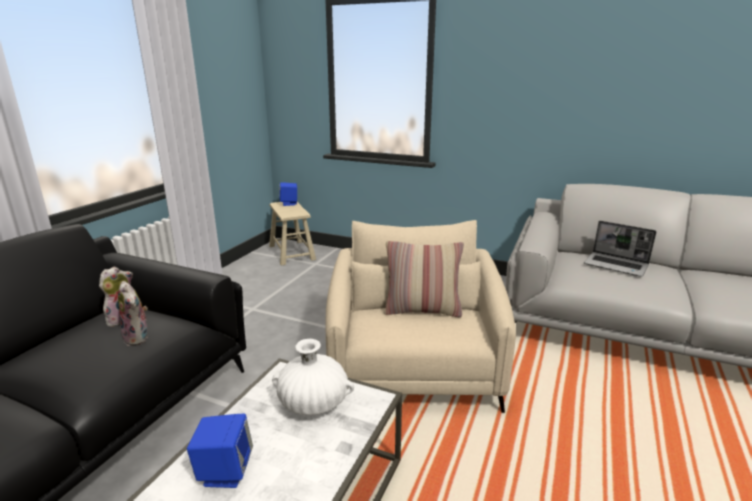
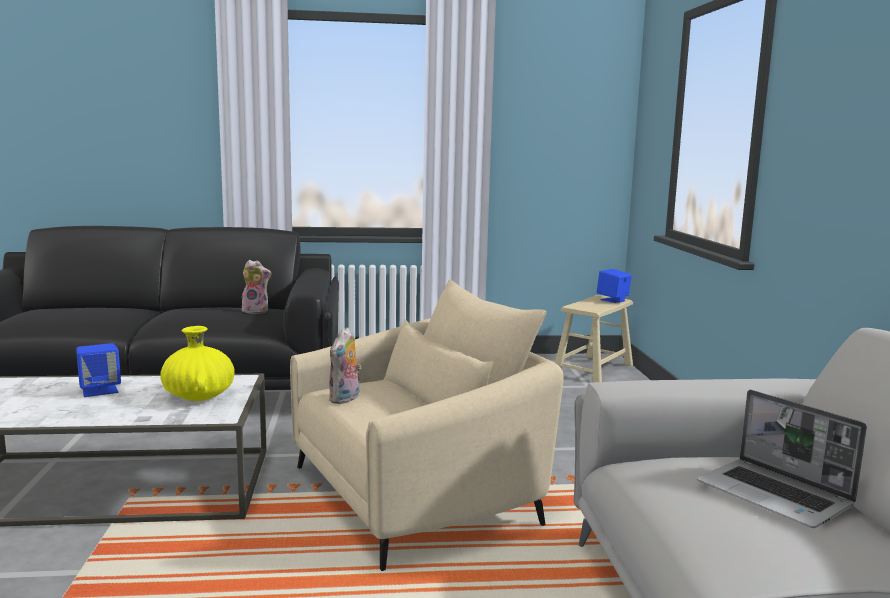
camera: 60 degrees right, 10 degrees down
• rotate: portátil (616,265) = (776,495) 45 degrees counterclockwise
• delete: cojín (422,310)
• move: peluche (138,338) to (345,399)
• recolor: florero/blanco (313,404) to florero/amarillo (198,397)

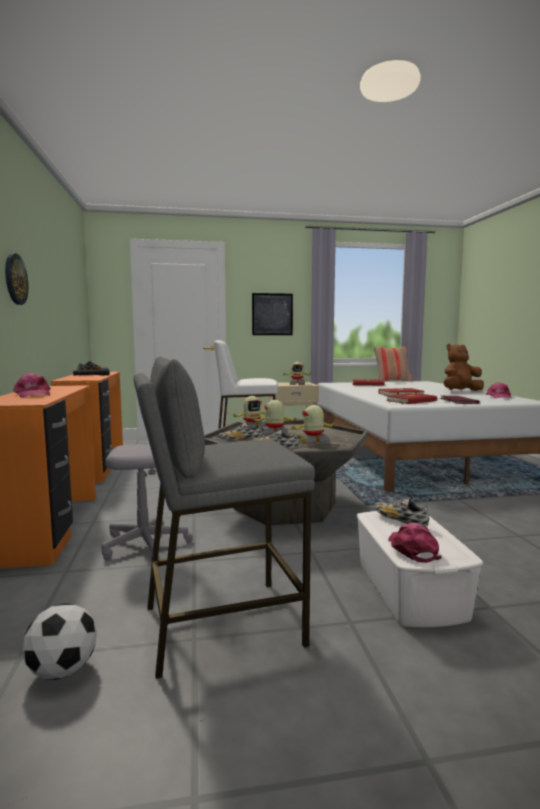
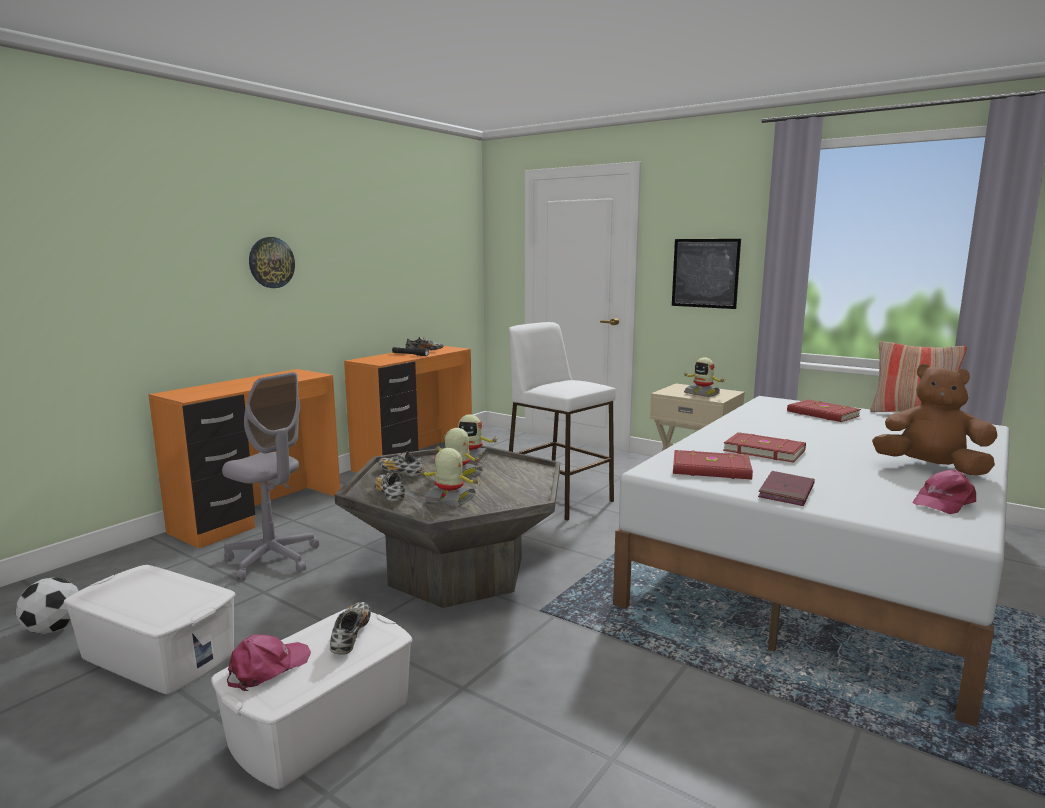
camera: 45 degrees right, 5 degrees up
• replace: taburete/gris (221,624) to caja de almacenaje/blanco (159,654)
• delete: gorra/rosa (32,394)

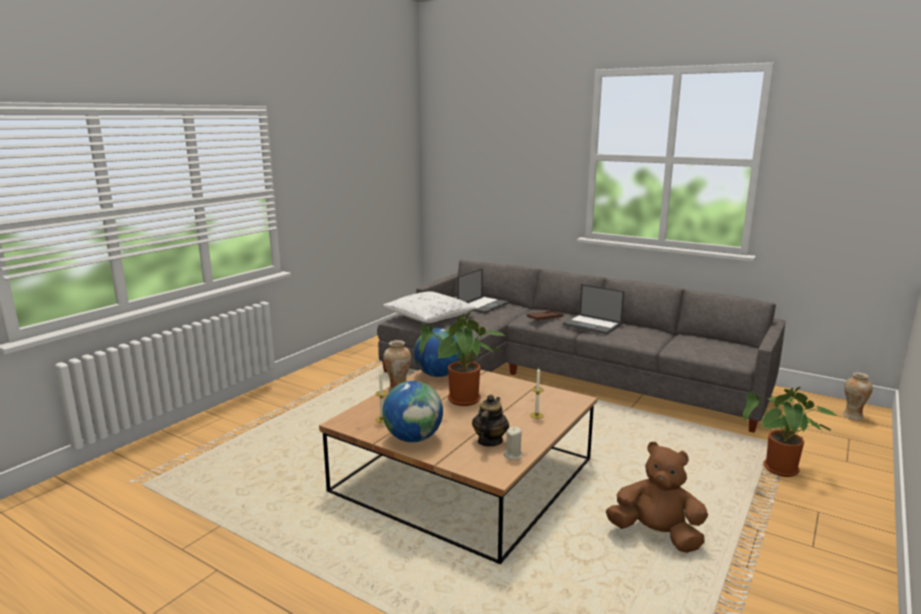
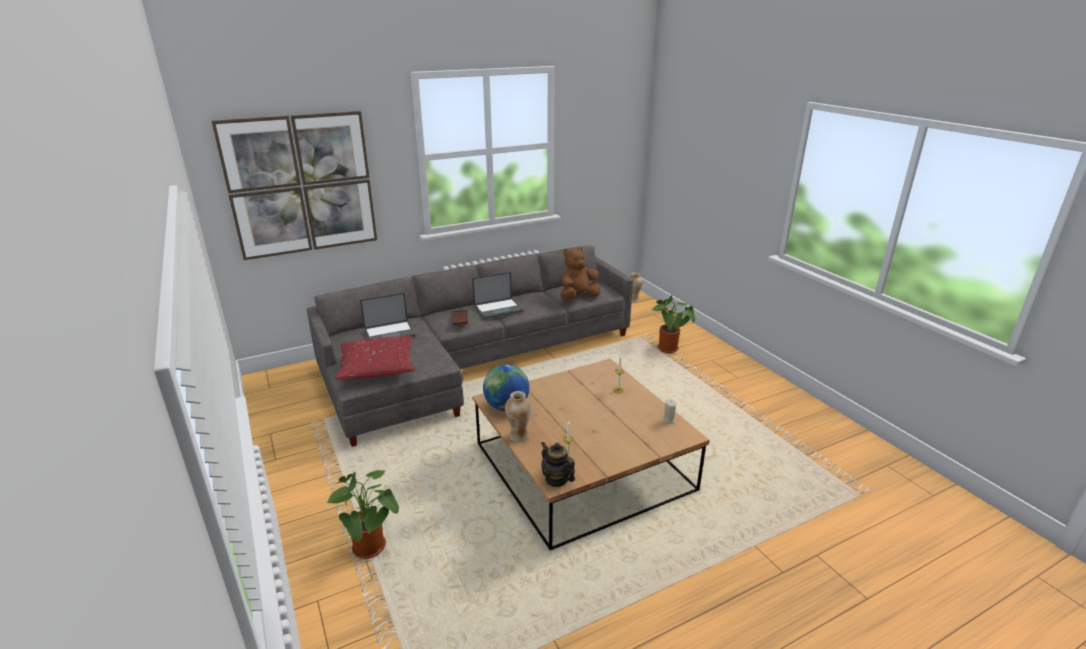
camera: 60 degrees left, 10 degrees up
• rotate: portátil (483,305) = (390,332) 90 degrees clockwise
• recolor: cojín/blanco (429,316) to cojín/rojo (377,366)
• move: planta en maceta (464,401) to (372,549)
• delete: globo terráqueo (413,438)
• move: tetera (489,441) to (556,479)
• move: peluche/marrón (656,535) to (578,297)
• insert: cuadro (301,185)

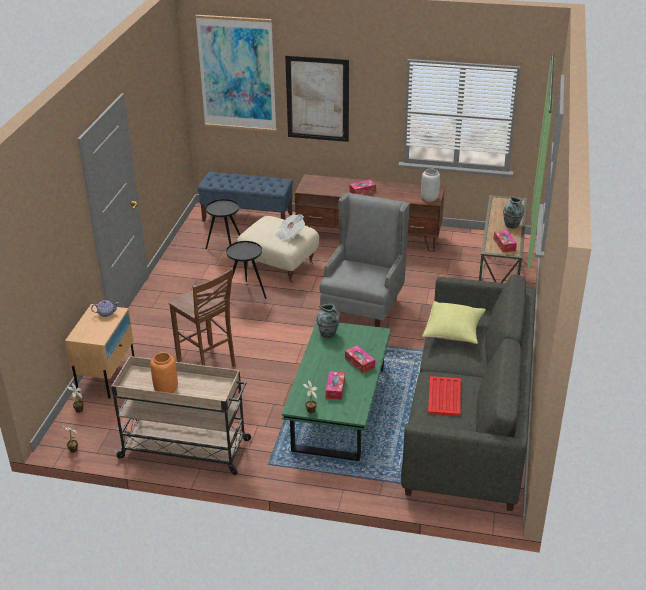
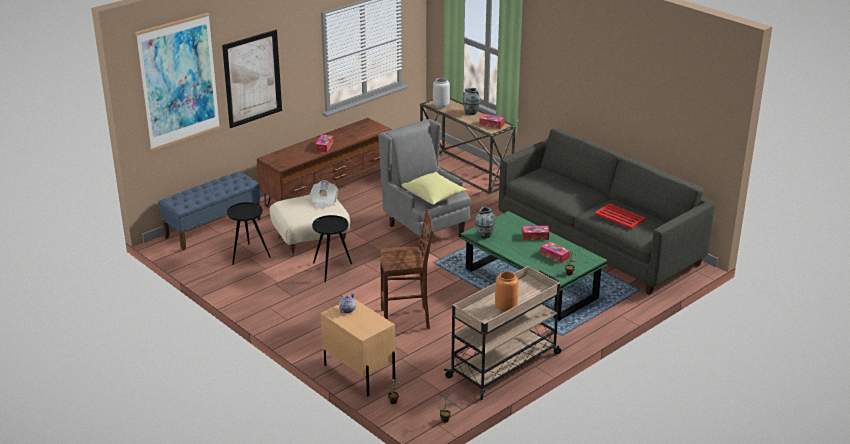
camera: 55 degrees left, 5 degrees down
• move: florero/gris (430,198) to (441,105)
• move: cojín/amarillo (453,332) to (434,197)

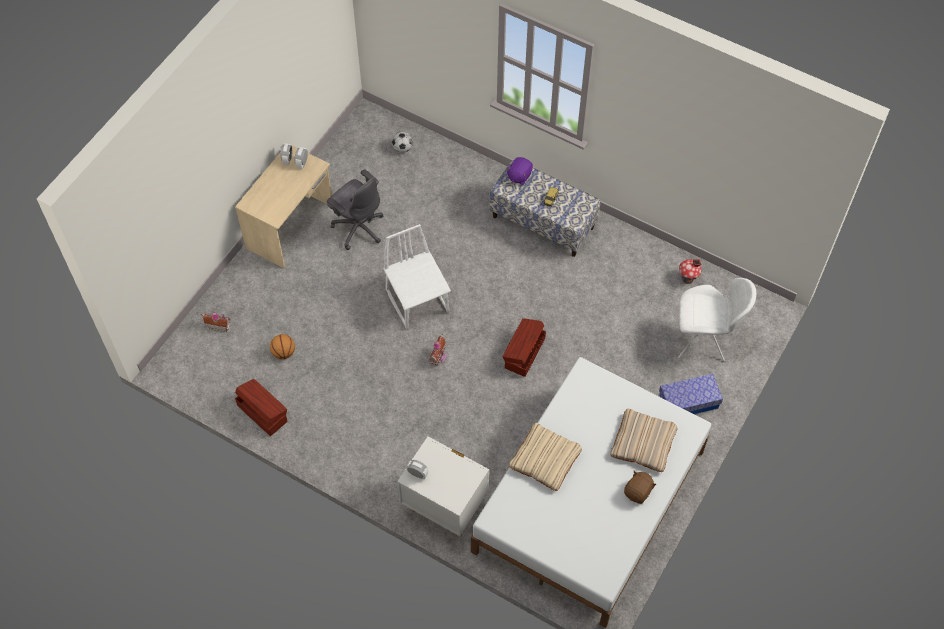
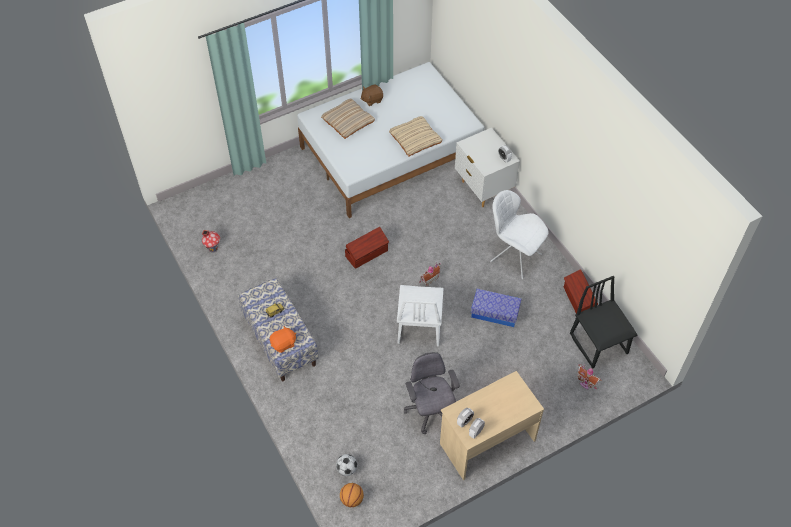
camera: 150 degrees left, 5 degrees down
• recolor: peluche/morado (519,176) to peluche/naranja (284,344)
• move: silla/blanco (704,340) to (514,257)
• move: balón de baloncesto (283,352) to (352,499)
• move: caja de almacenaje (688,401) to (494,312)
• insert: silla/negro (599,343)

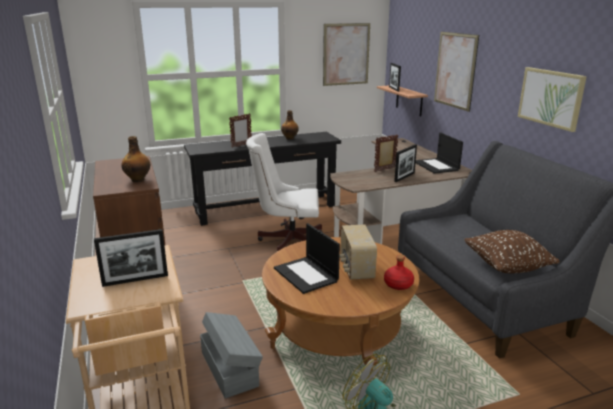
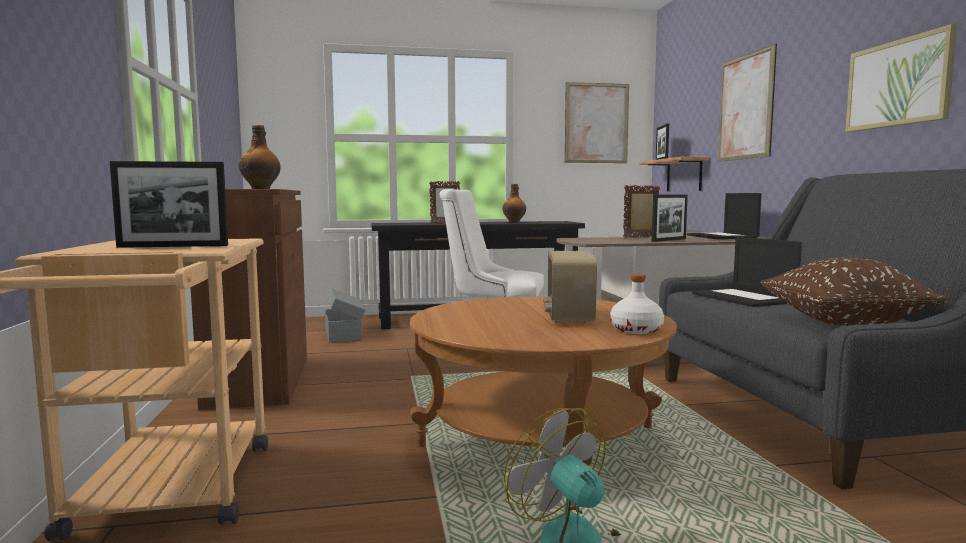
camera: 10 degrees right, 15 degrees down
• move: portátil (306,275) to (744,298)
• recolor: botella/rojo (398,285) to botella/blanco (636,330)
• move: caja de almacenaje/gris (230,368) to (344,334)

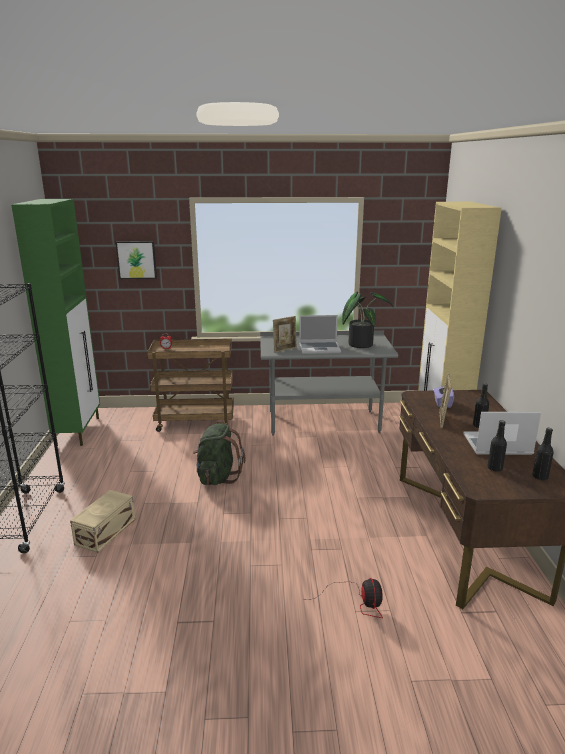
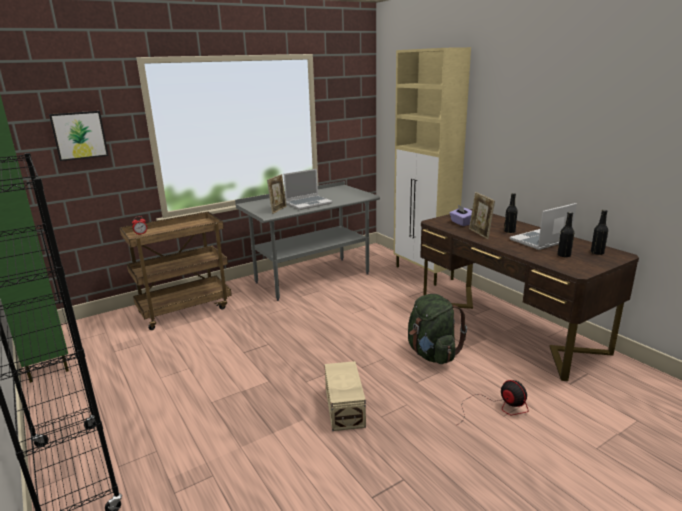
camera: 30 degrees left, 0 degrees up
• delete: planta en maceta (361,343)
• move: mochila/verde (217,477) to (432,354)
• move: caja de almacenaje/beis (104,532) to (343,408)

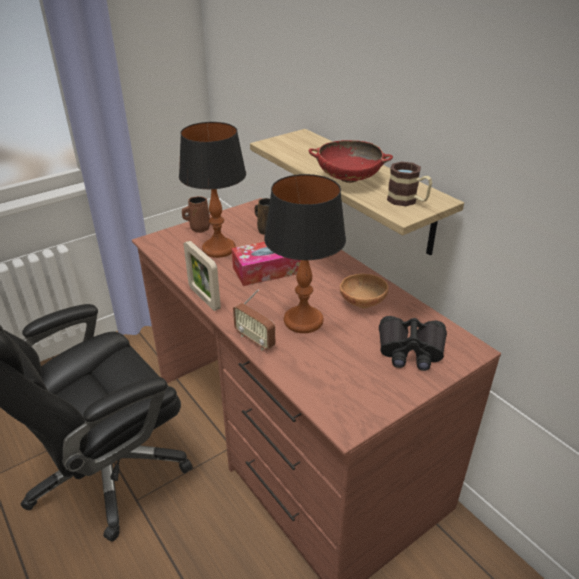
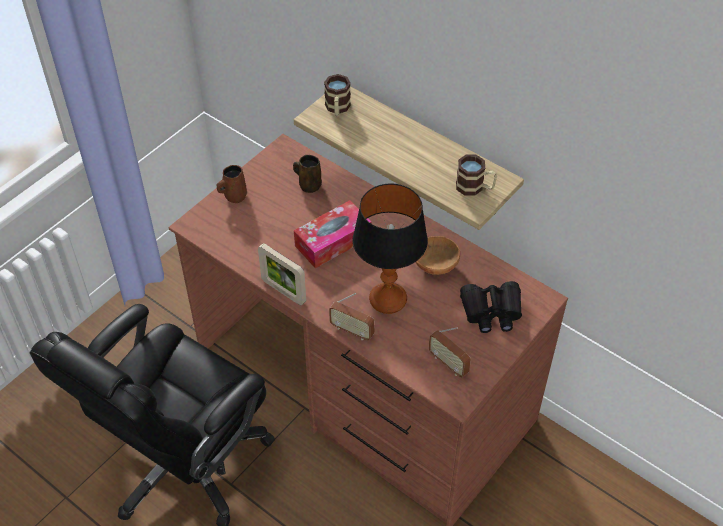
camera: 15 degrees left, 15 degrees up
• delete: lámpara de mesa (219,249)
• delete: cuenco/rojo (348,179)
• insert: taza grande (337,109)
• insert: radio (448,363)

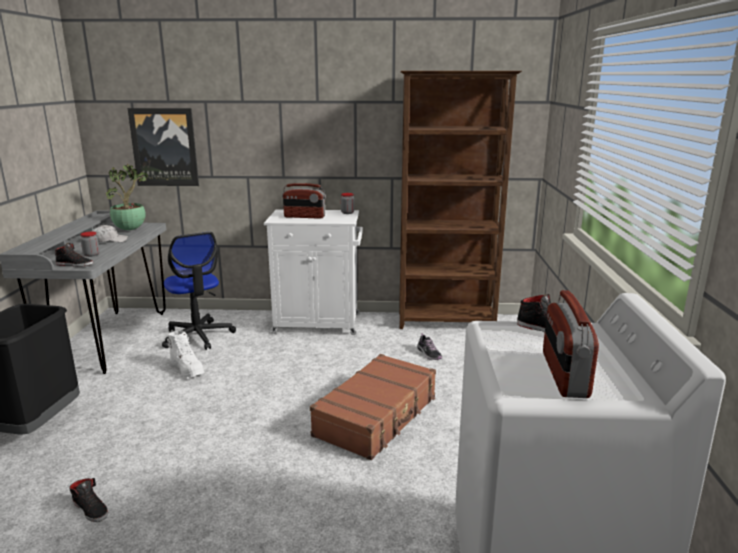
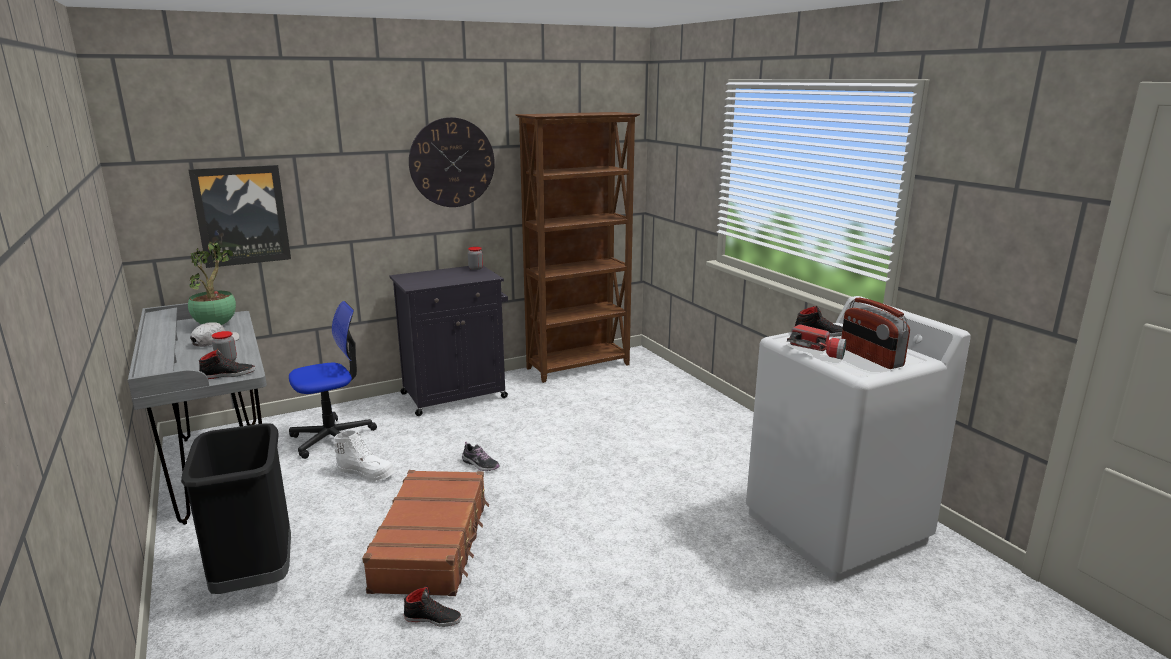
camera: 30 degrees left, 0 degrees up
• delete: radio (304,217)
• recolor: armario/blanco (319,323) to armario/negro (456,395)
• rotate: silla de oficina (198,336) = (333,439) 60 degrees counterclockwise
• move: zapato (429,354) to (480,464)
• move: maleta/marrón (377,416) to (433,544)
• insert: reloj de pared (452,162)
• insert: linterna (817,351)

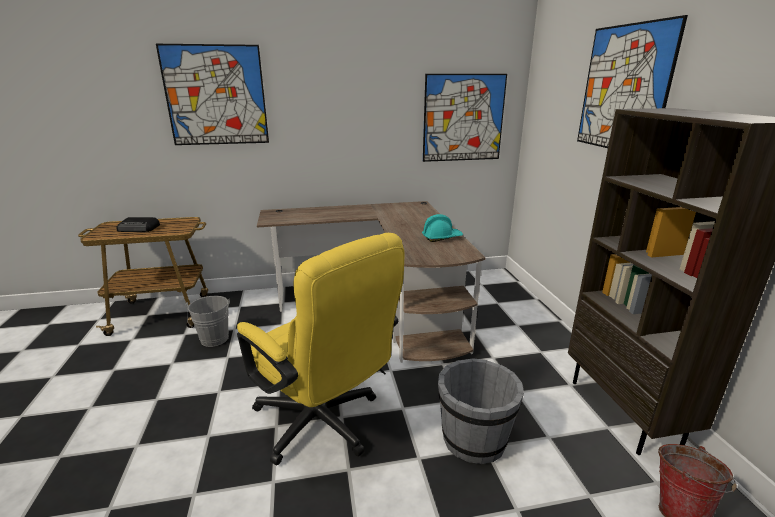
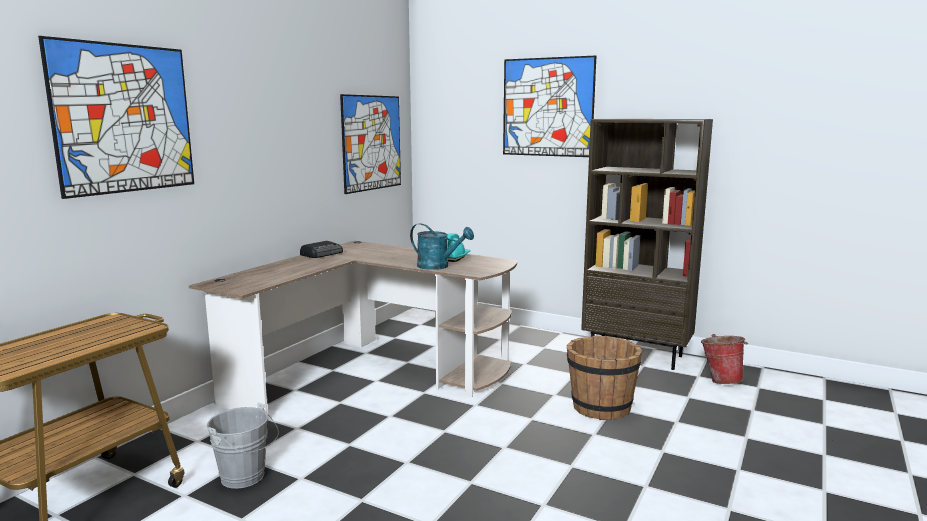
camera: 50 degrees left, 10 degrees down
• move: radio (139,228) to (322,254)
• delete: silla de oficina/amarillo (324,425)
• recolor: cubo/gris (474,439) to cubo/marrón (600,407)
• insert: regadera/turquesa (438,266)

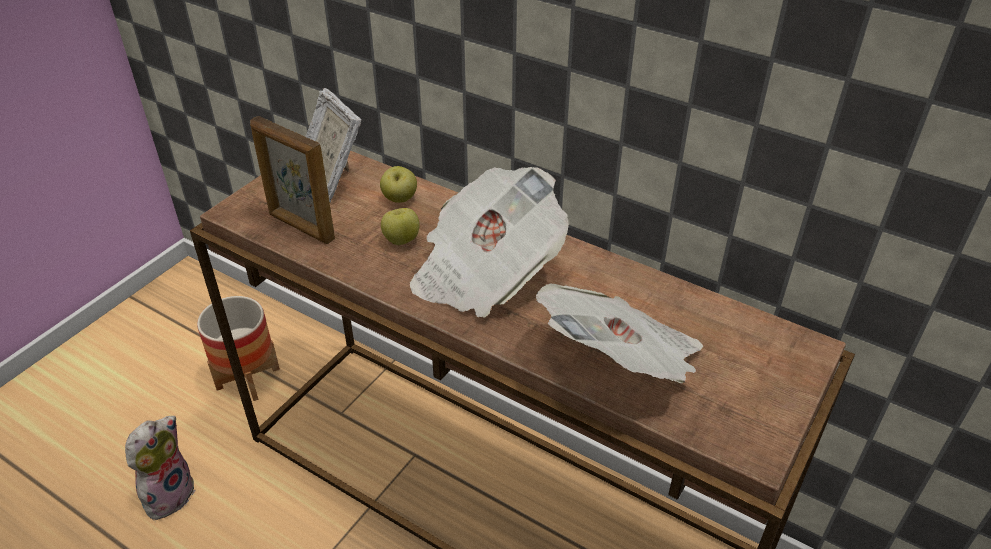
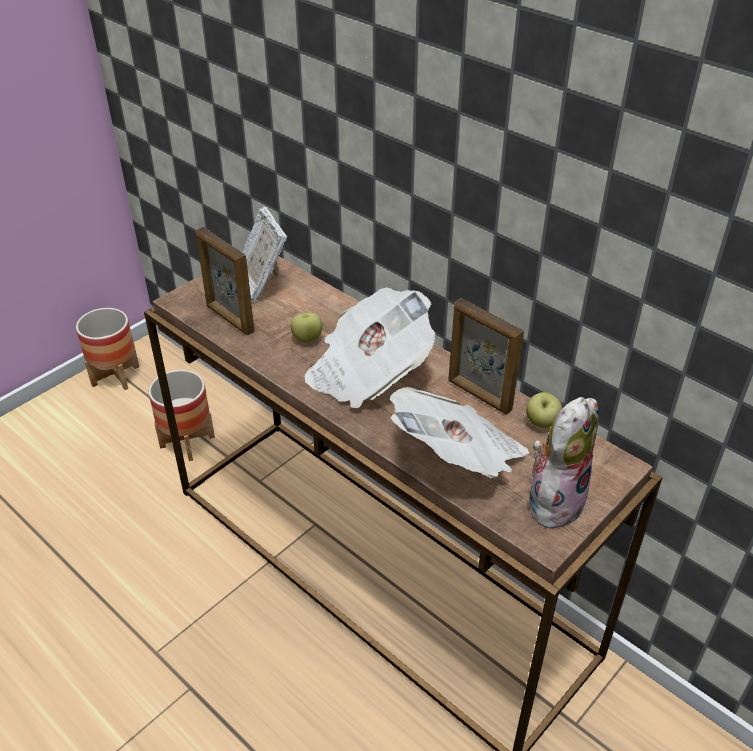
camera: 10 degrees right, 0 degrees up
• move: manzana (400,199) to (541,423)
• move: peluche (169,493) to (554,500)
• insert: portarretratos (479,395)
• insert: maceta (115,376)

